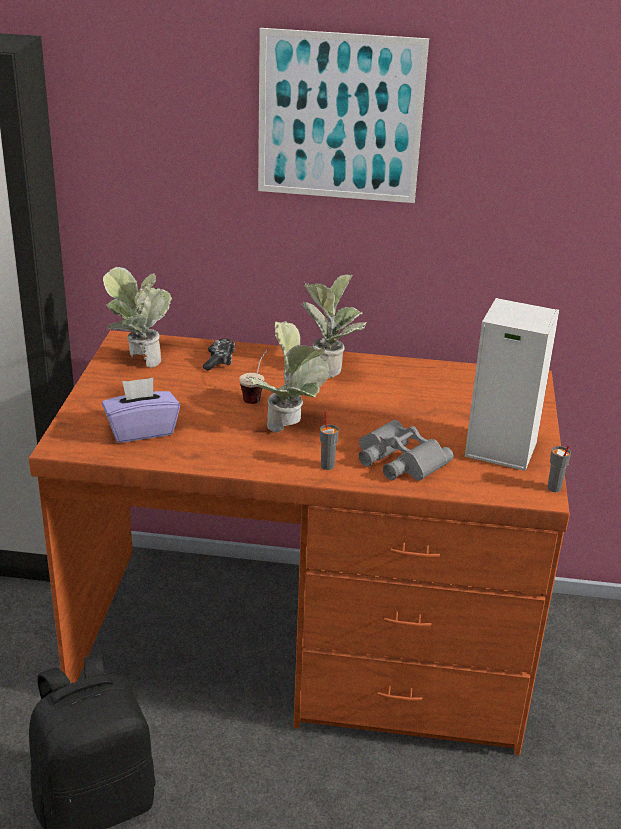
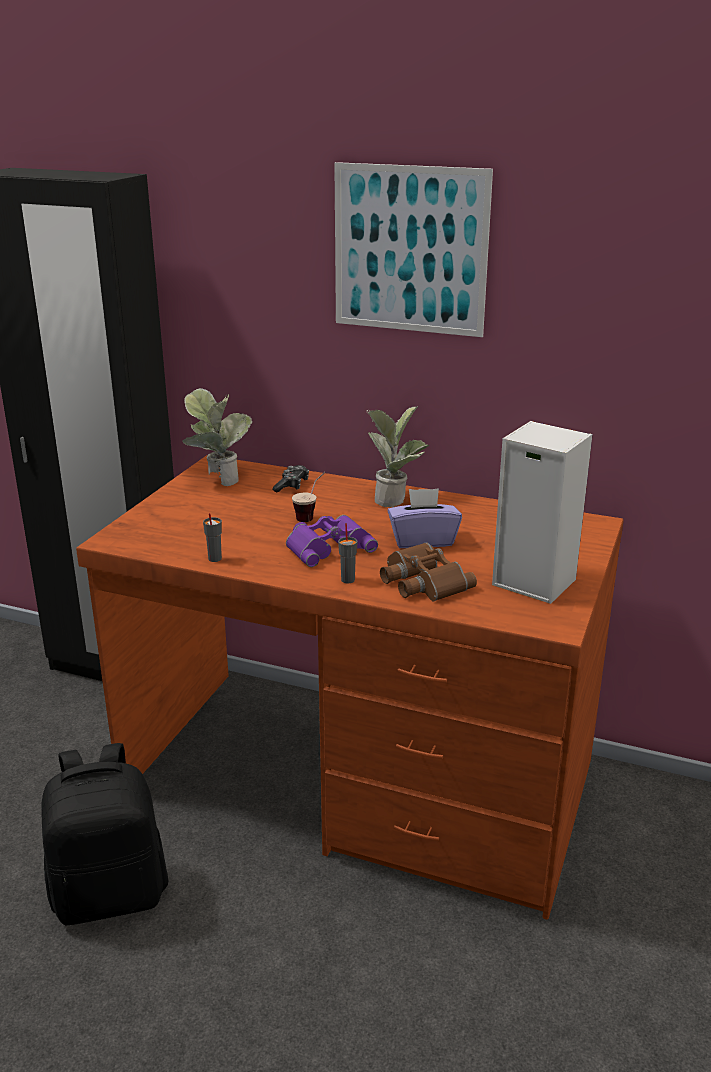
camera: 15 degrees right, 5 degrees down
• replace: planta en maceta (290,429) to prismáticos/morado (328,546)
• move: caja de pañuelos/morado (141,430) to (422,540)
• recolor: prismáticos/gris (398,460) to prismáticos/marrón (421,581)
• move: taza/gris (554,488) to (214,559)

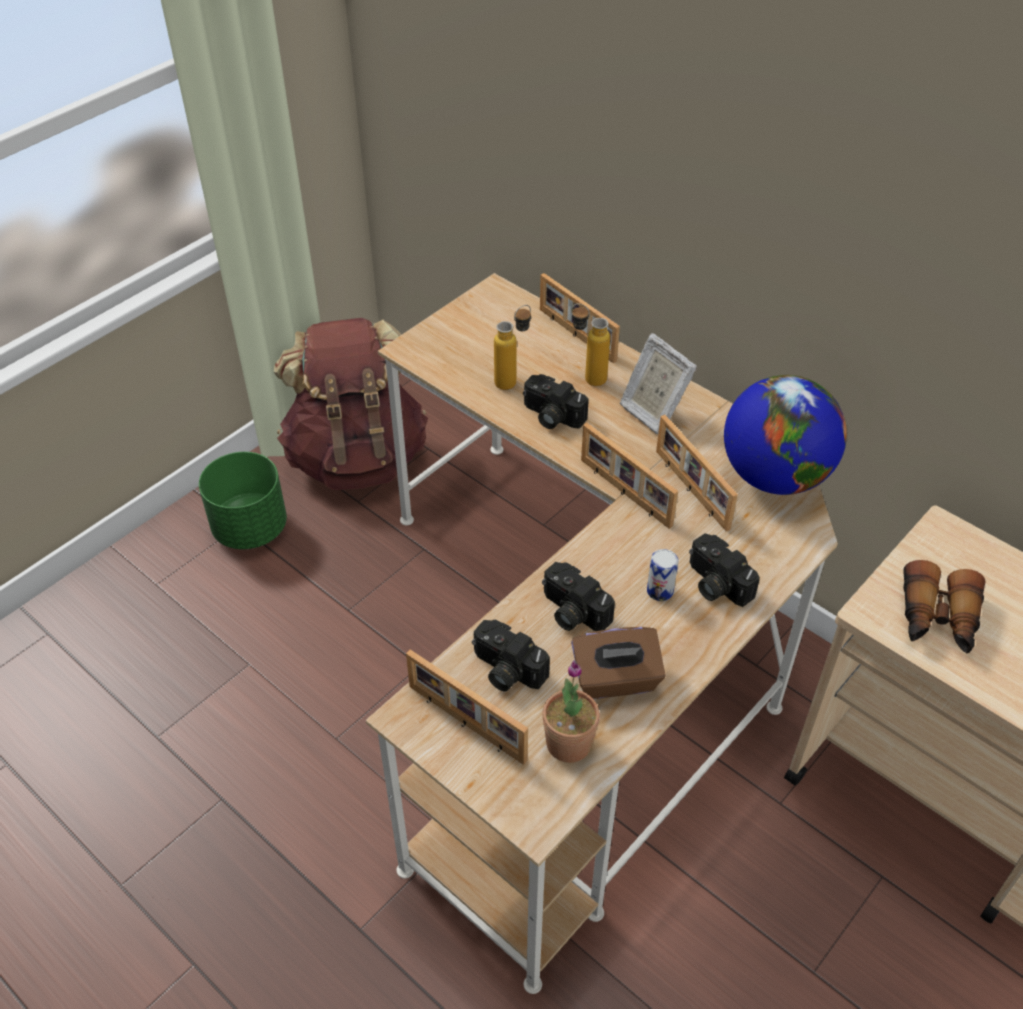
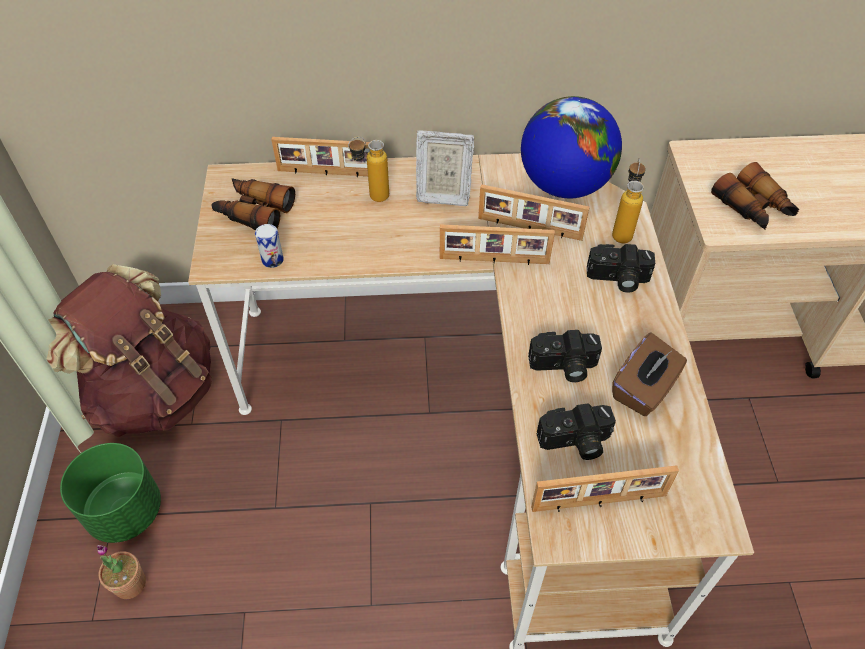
camera: 45 degrees left, 5 degrees up
• move: botella (513,380) to (622,230)
• delete: cámara (551,416)
• move: lata (660,591) to (272,260)
• move: planta en maceta (569,743) to (130,584)
• insert: prismáticos (254,212)

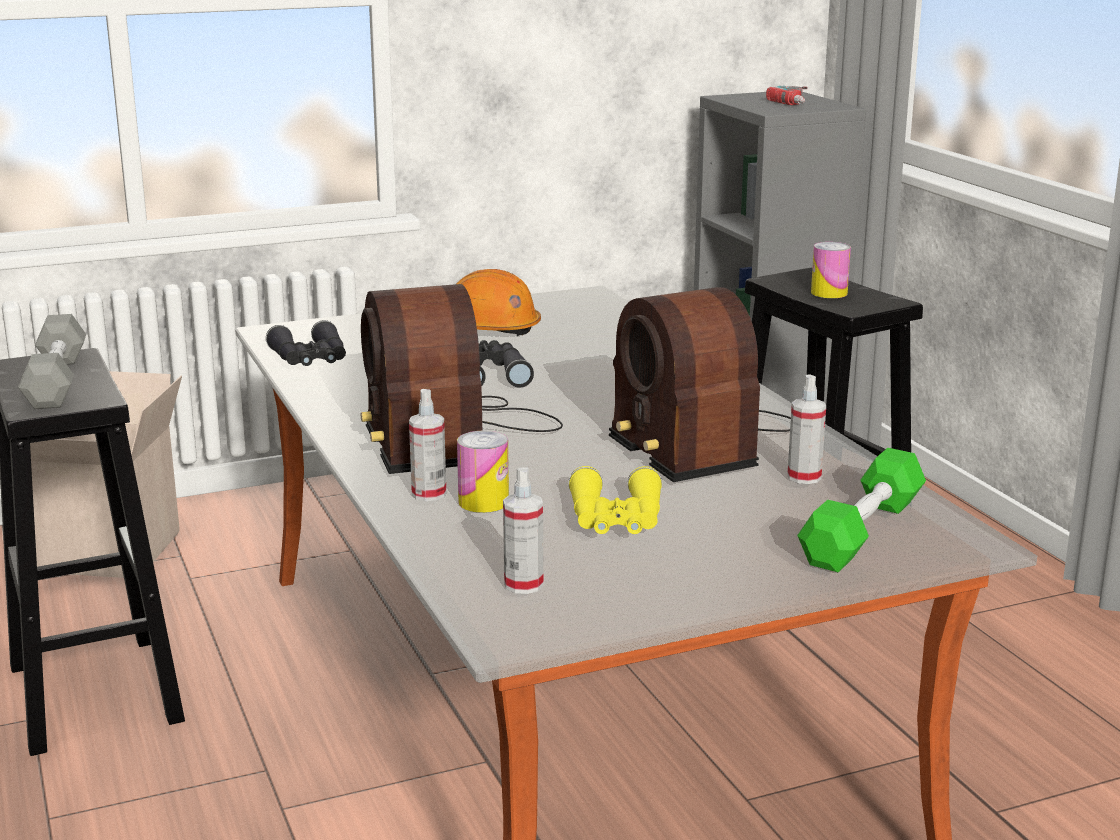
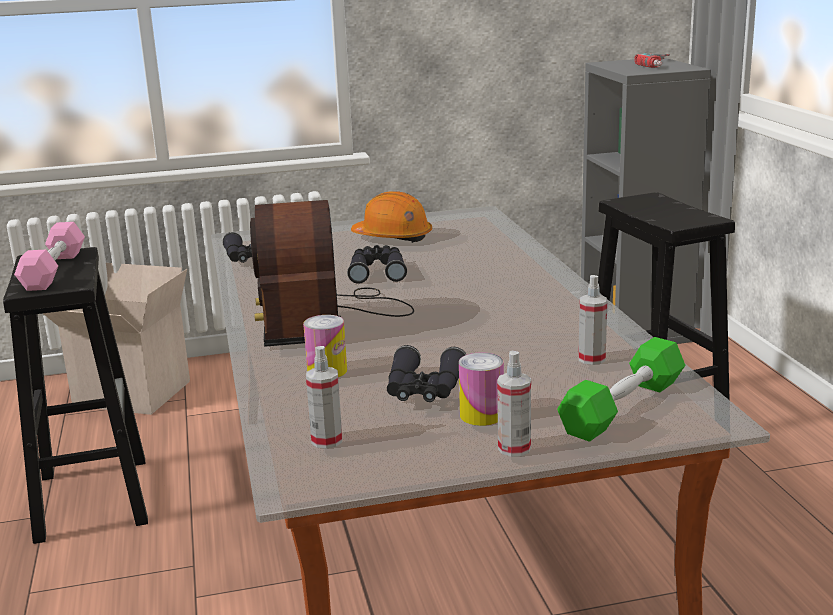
camera: 10 degrees right, 0 degrees up
• move: lata (829,293) to (481,415)
• delete: radio (699,441)
• recolor: mancuerna/gris (56,380) to mancuerna/rosa (54,270)
• move: pulverizador (429,494) to (514,448)
• recolor: prismáticos/amarillo (616,520) to prismáticos/negro (424,390)

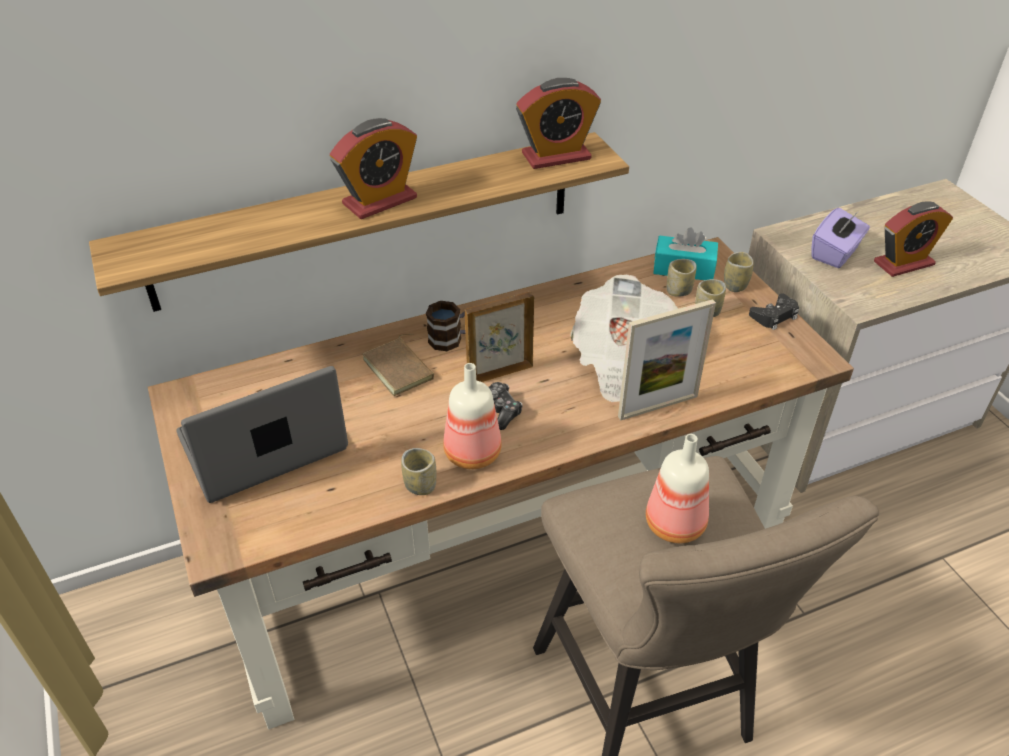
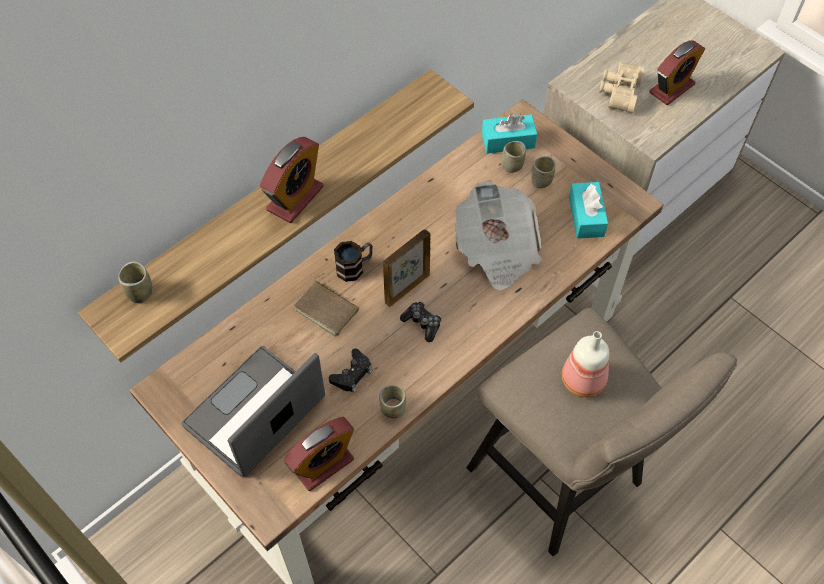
camera: 20 degrees left, 15 degrees up
• move: despertador (556,156) to (323,464)
• replace: caja de pañuelos/morado (835,253) to prismáticos/beis (618,92)
• move: taza (735,285) to (140,292)
• move: mando de consola/negro (774,316) to (352,374)
• delete: portarretratos (658,406)
• delete: botella (471,452)
• insert: caja de pañuelos/turquesa (586,216)

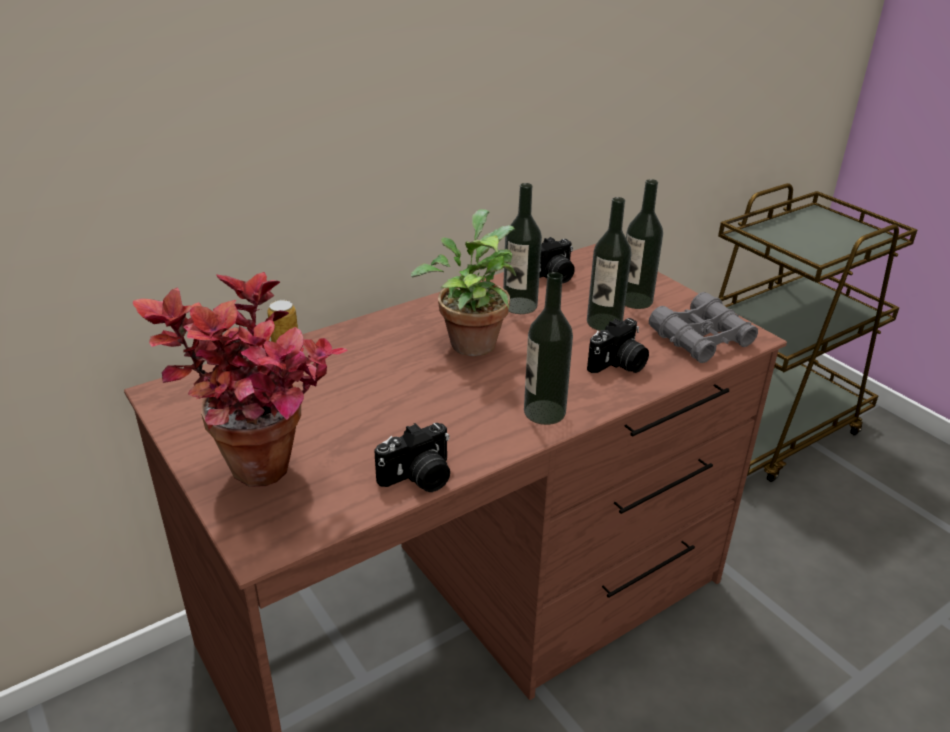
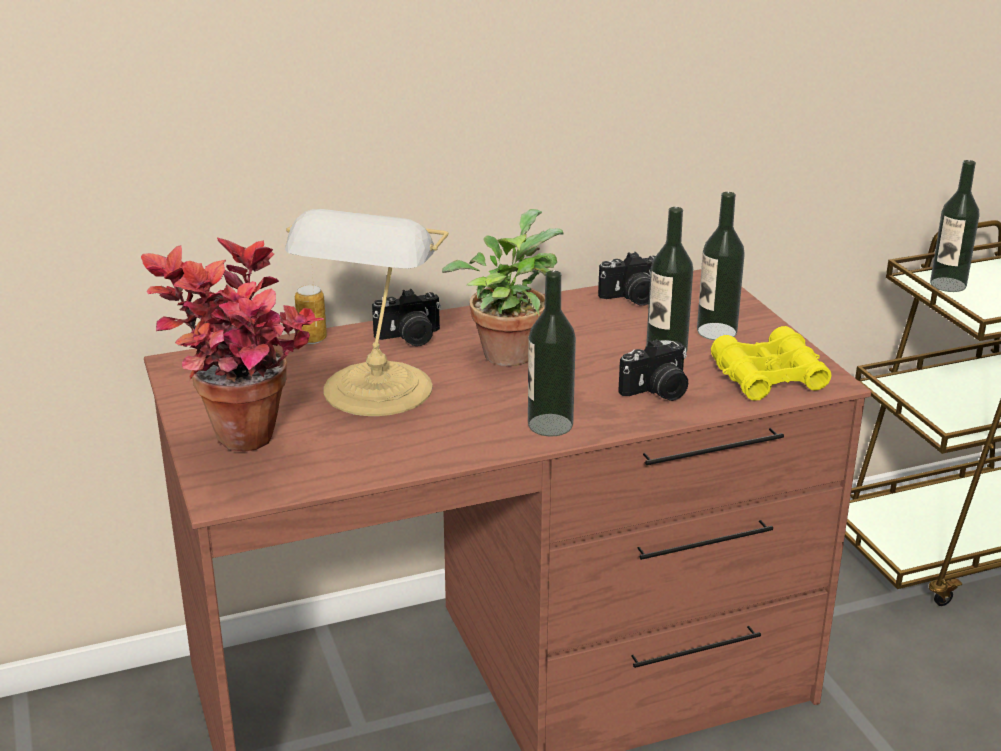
camera: 15 degrees right, 5 degrees down
• move: botella (520,306) to (948,284)
• recolor: prismáticos/gris (701,338) to prismáticos/amarillo (769,377)
• move: cámara (419,478) to (409,338)
• insert: lámpara de mesa (376,392)

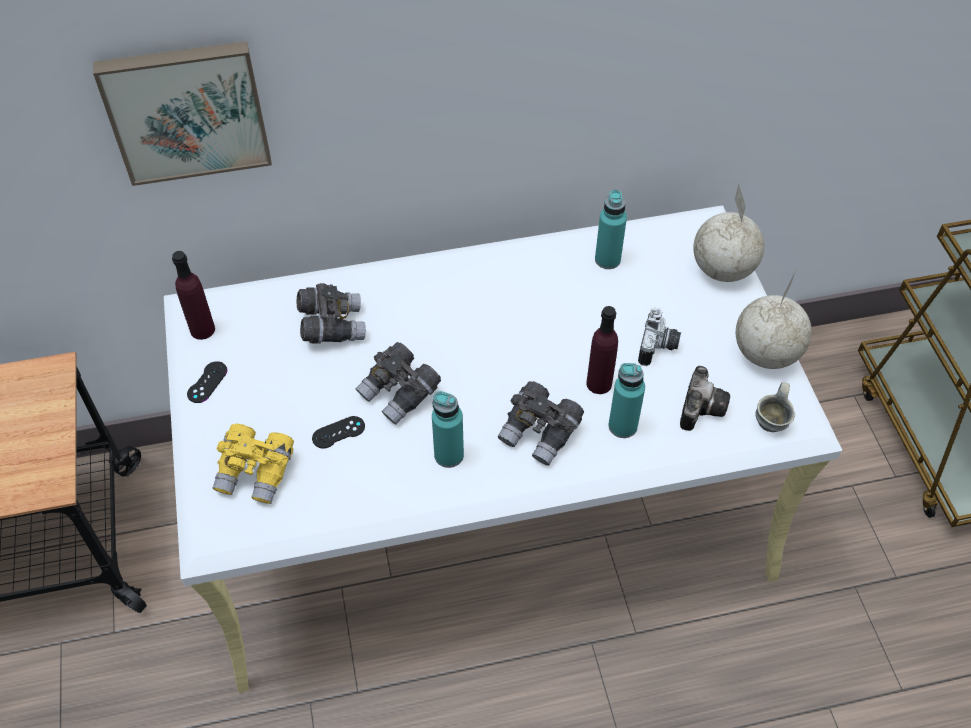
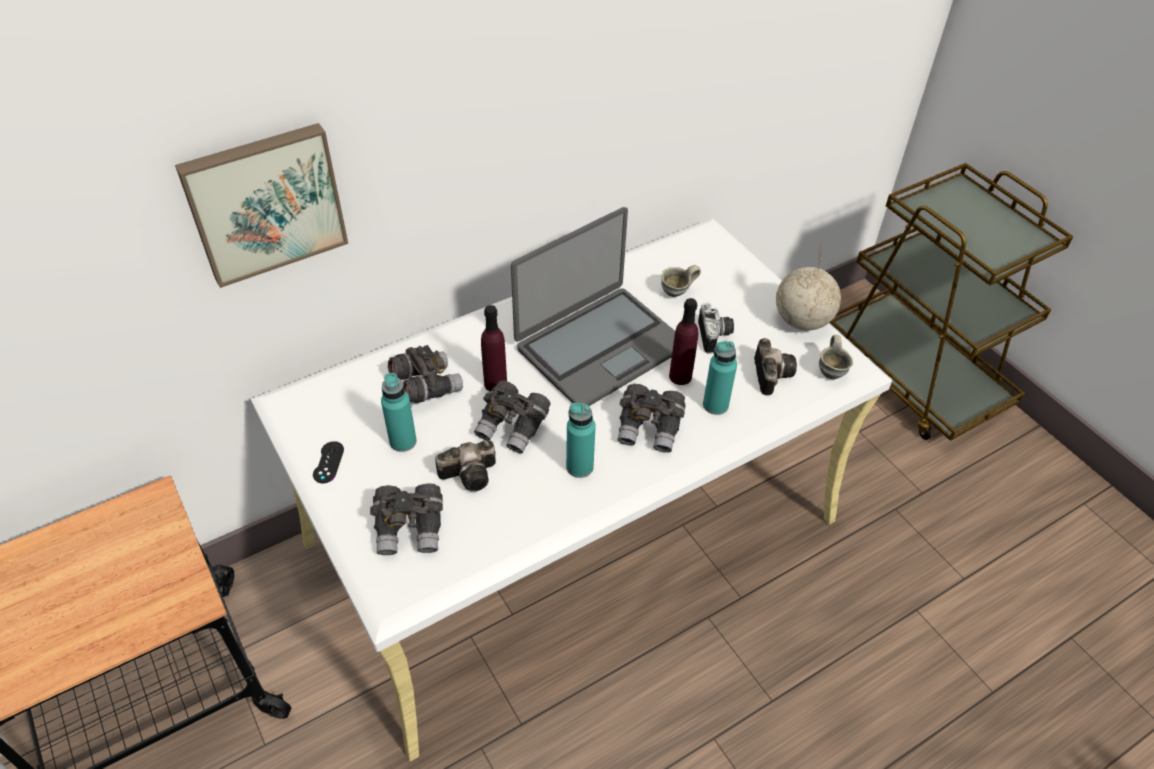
camera: 20 degrees left, 5 degrees down
• delete: globo terráqueo (723,269)
• move: botella/turquesa (607,260) to (403,441)
• move: botella/morado (202,329) to (495,383)
• replace: mando de consola/negro (338,432) to cámara (472,474)
• recolor: prismáticos/amarillo (257,473) to prismáticos/gris (410,528)
• insert: portátil (599,347)
• insert: taza grande/gris (677,294)

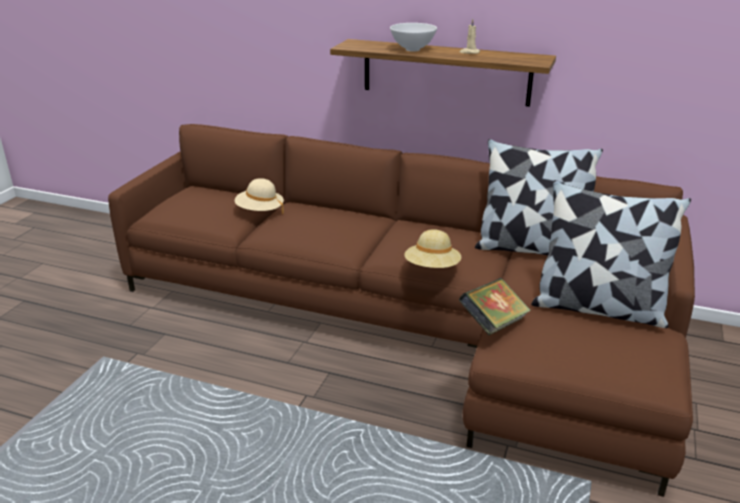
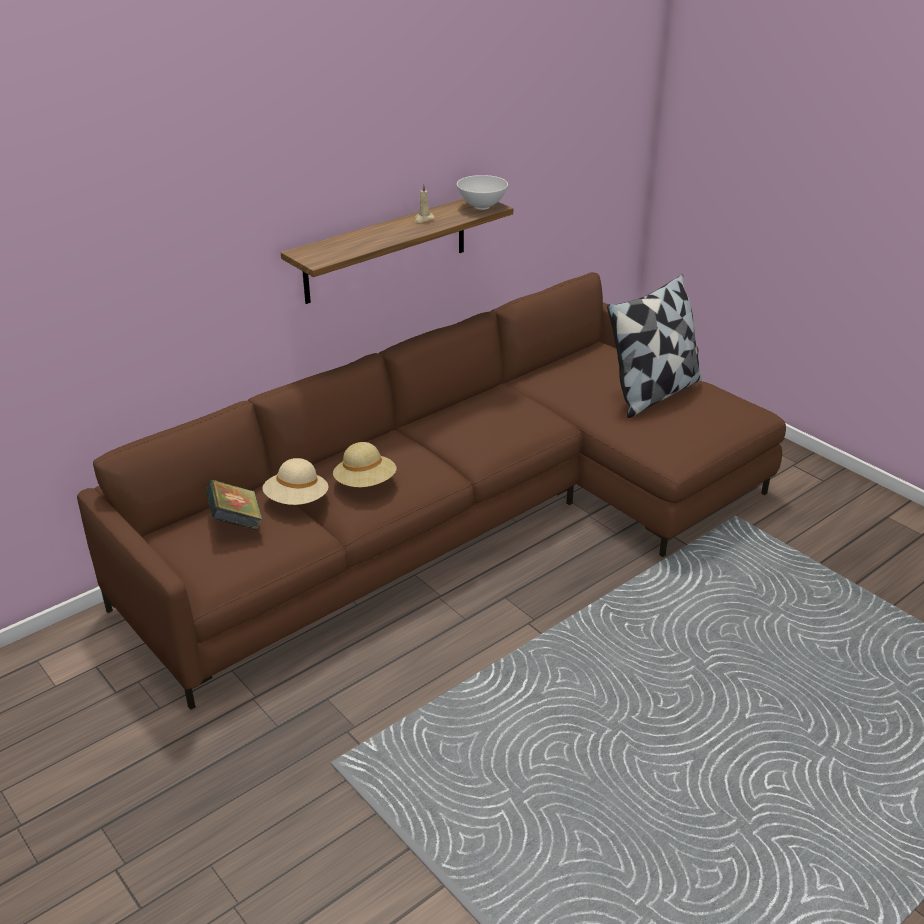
camera: 60 degrees left, 5 degrees up
• move: cuenco/blanco (413,49) to (481,206)
• delete: cojín (531,248)
• move: sombrero/beis (432,268) to (365,483)
• move: libro (493,324) to (236,523)

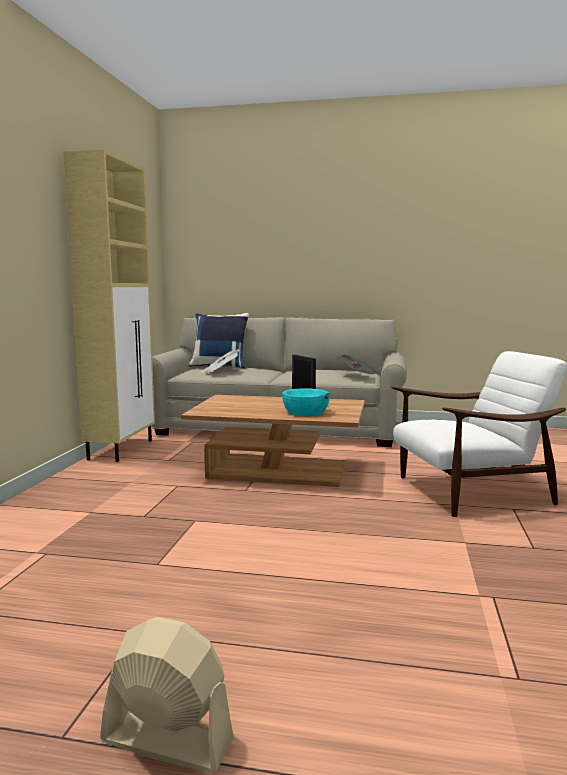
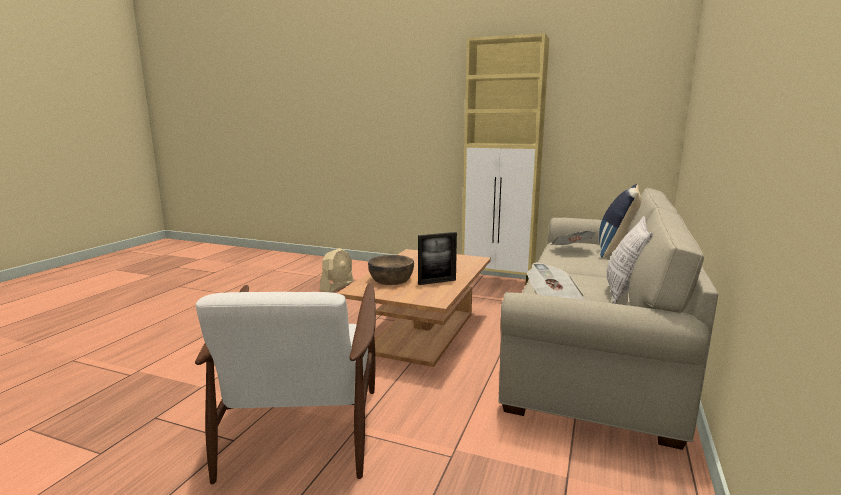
camera: 100 degrees right, 5 degrees up
• recolor: cuenco/turquesa (305,412) to cuenco/marrón (391,279)
• move: ventilador/beis (166,740) to (337,286)
• insert: cojín (623,293)

